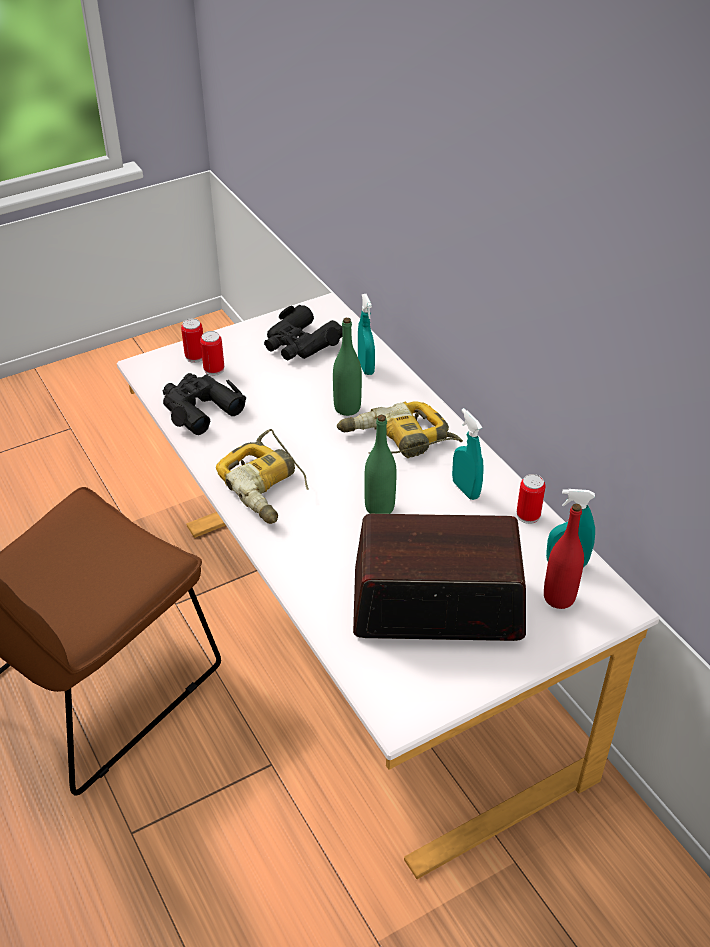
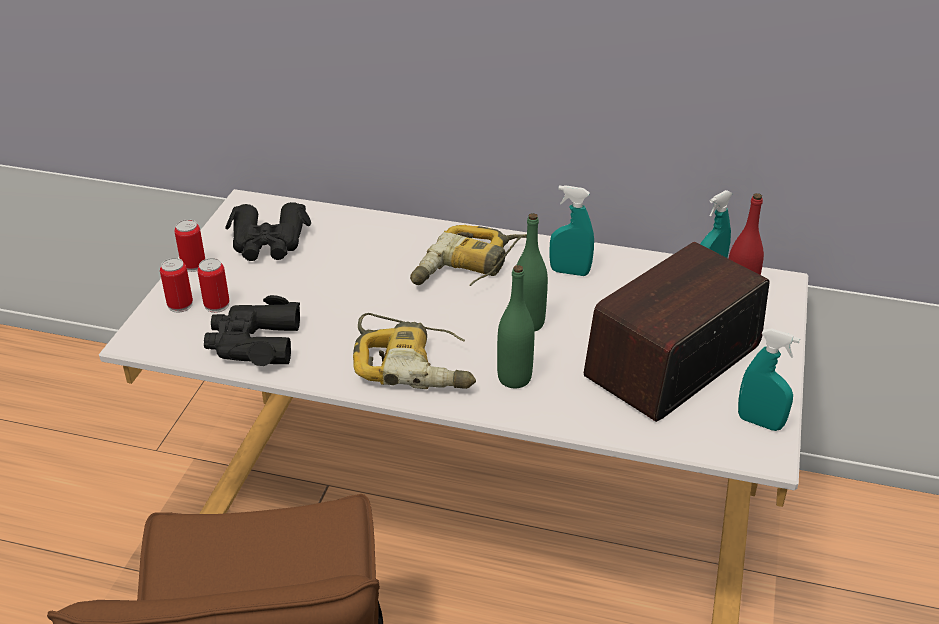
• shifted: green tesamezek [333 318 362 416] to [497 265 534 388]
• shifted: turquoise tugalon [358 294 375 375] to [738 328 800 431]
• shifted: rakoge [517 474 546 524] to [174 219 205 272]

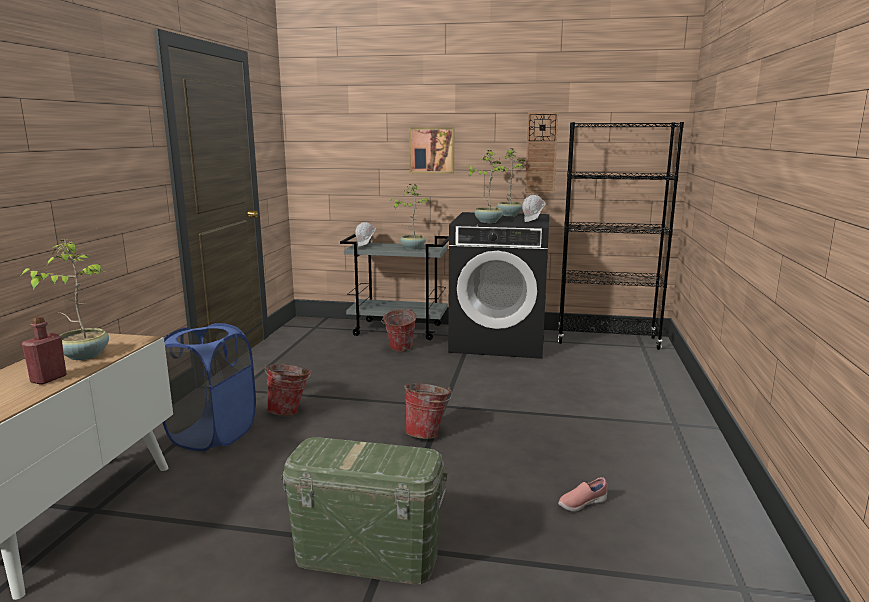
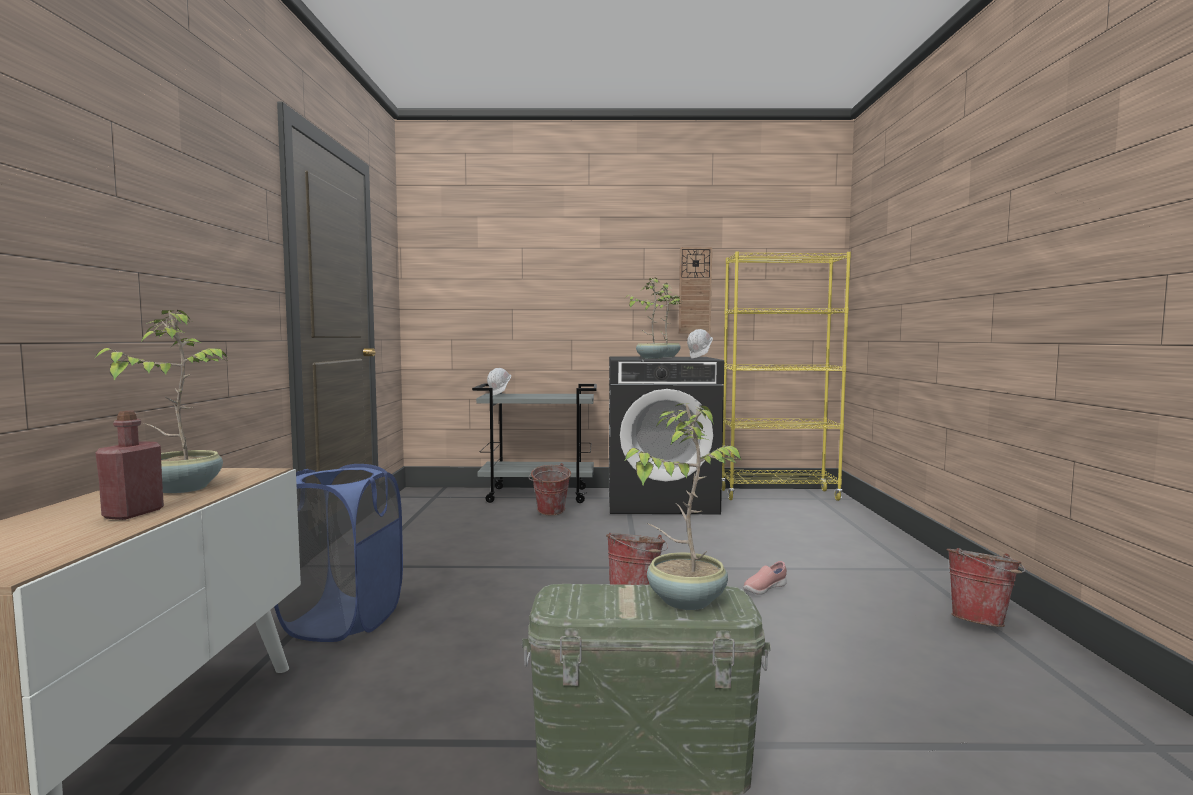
• gone: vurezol [409 127 454 174]
• shifted: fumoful [265 364 311 416] to [947 548 1025 627]
• shifted: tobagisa [391 184 429 250] to [625 403 741 610]
• shifted: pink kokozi [558 477 608 512] to [743 561 787 595]
• repainted: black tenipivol [558 122 684 350] to yellow tenipivol [722 252 851 501]

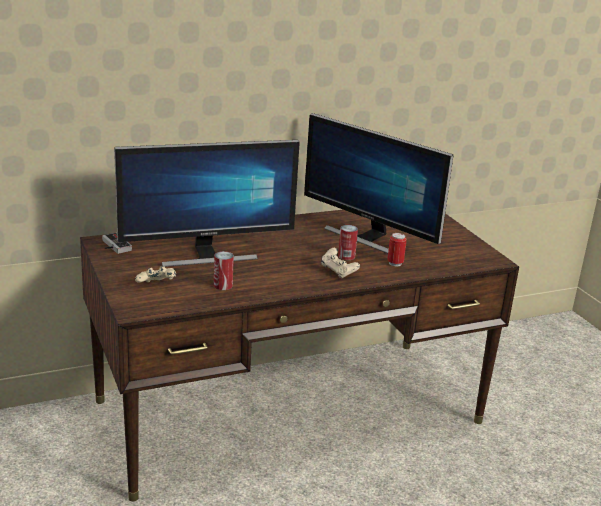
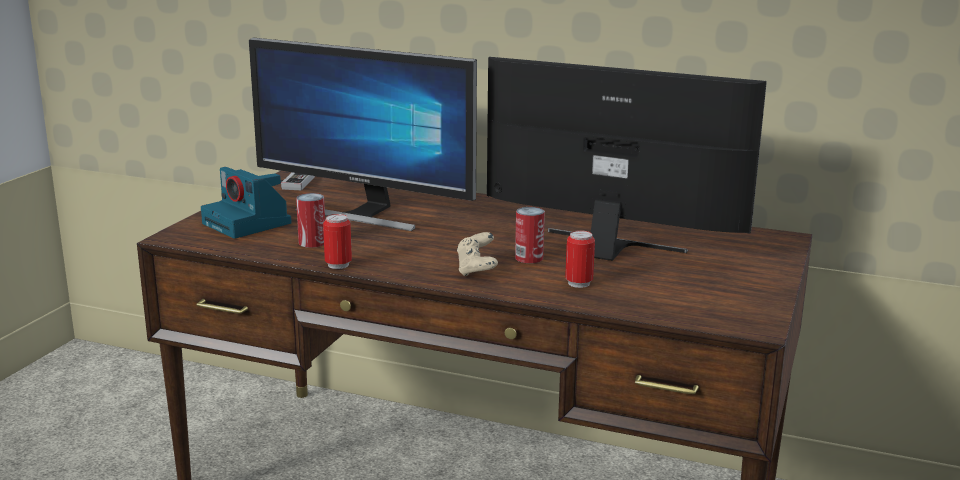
• new: rakoge [323 214 352 269]
• swapped: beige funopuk [135 266 176 283] to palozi [201 167 292 239]
• rotated: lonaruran [304 113 454 253] = [487 57 767 261] 120 degrees clockwise

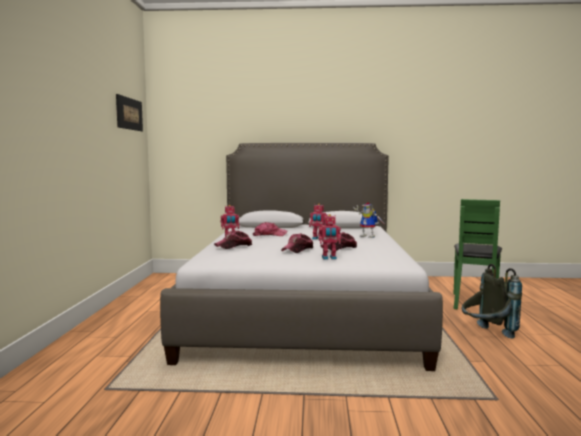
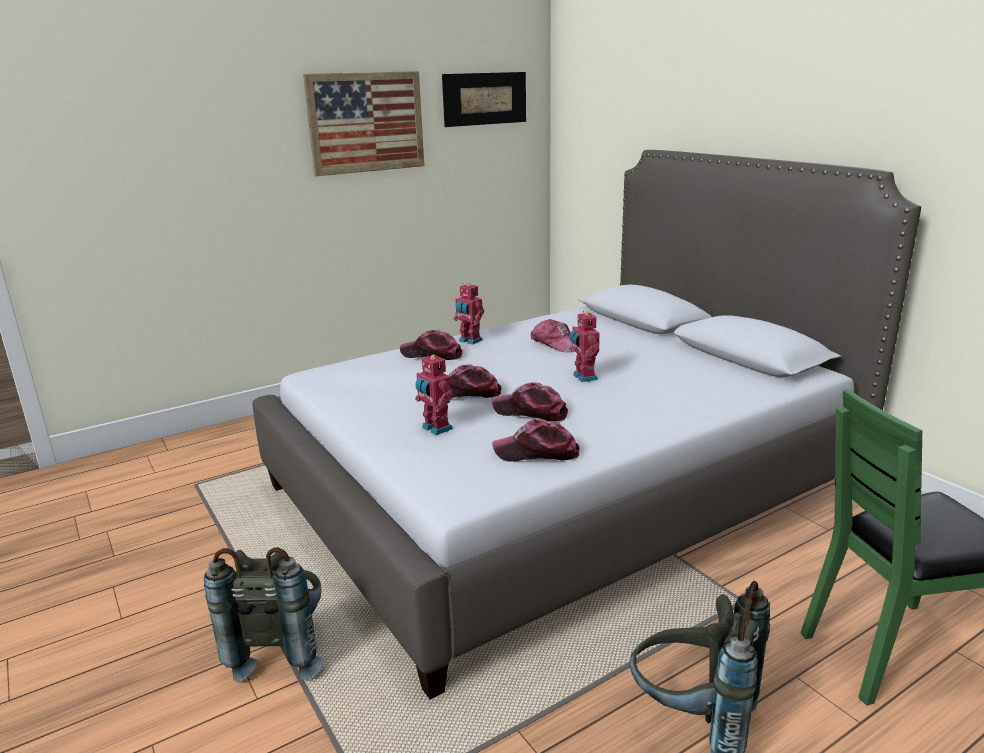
• gone: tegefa [353 203 384 238]
• new: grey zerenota [204 548 324 681]
• new: vurezol [303 71 424 176]
• new: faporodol [492 419 579 462]

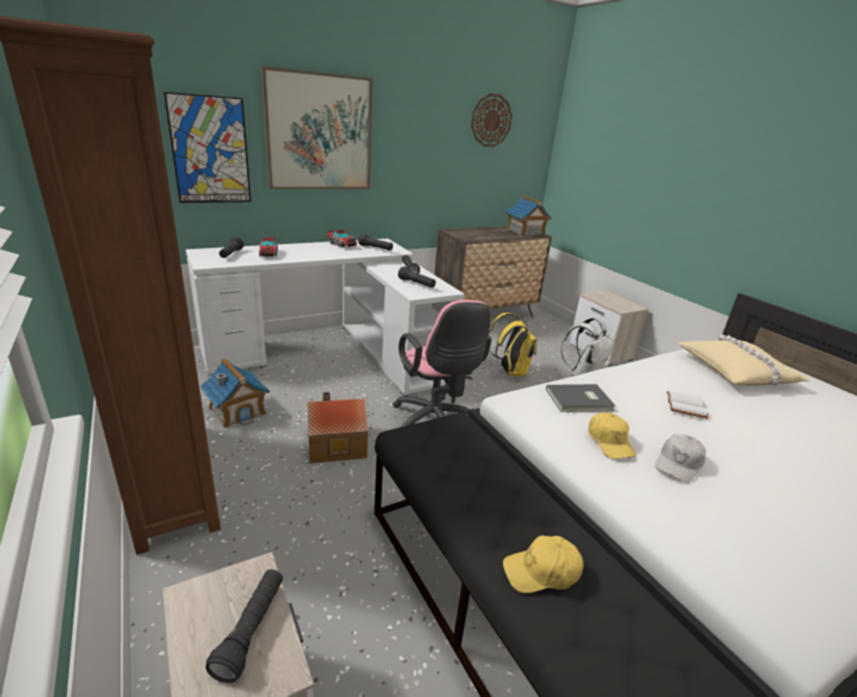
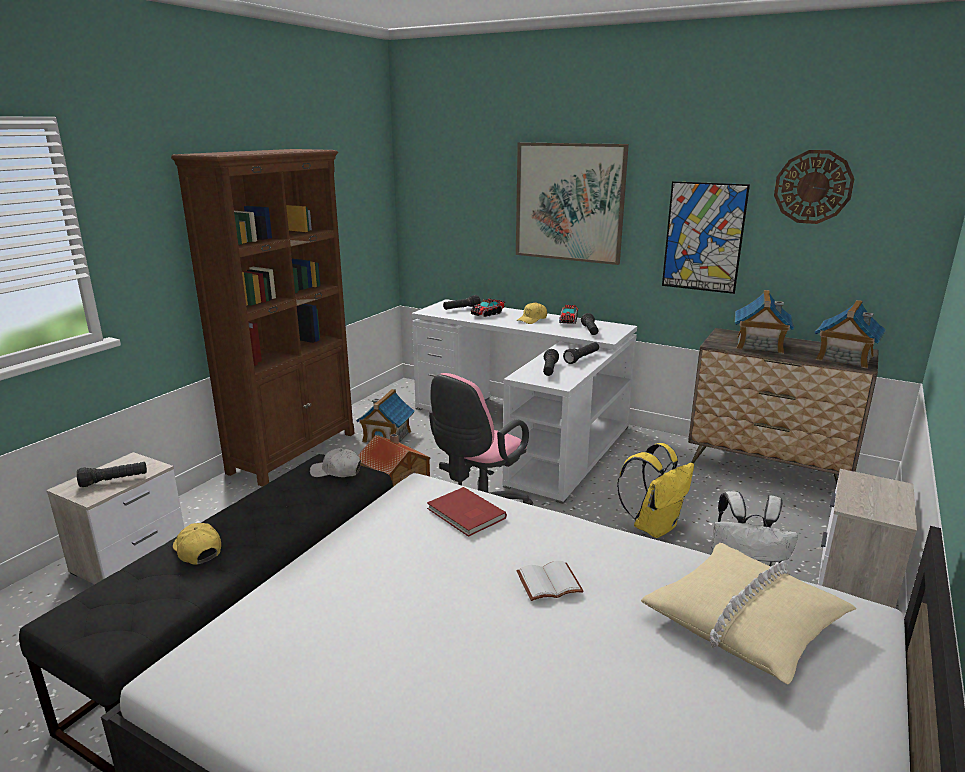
• new: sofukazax [735 290 795 354]
• shifted: vurezol [164 92 251 203] to [662 181 750 294]
• shifted: yellow faporodol [589 413 636 459] to [516 302 547 324]
• shifted: white faporodol [655 434 706 483] to [310 448 361 477]
• repainted: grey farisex [546 384 616 412] to red farisex [427 487 507 537]

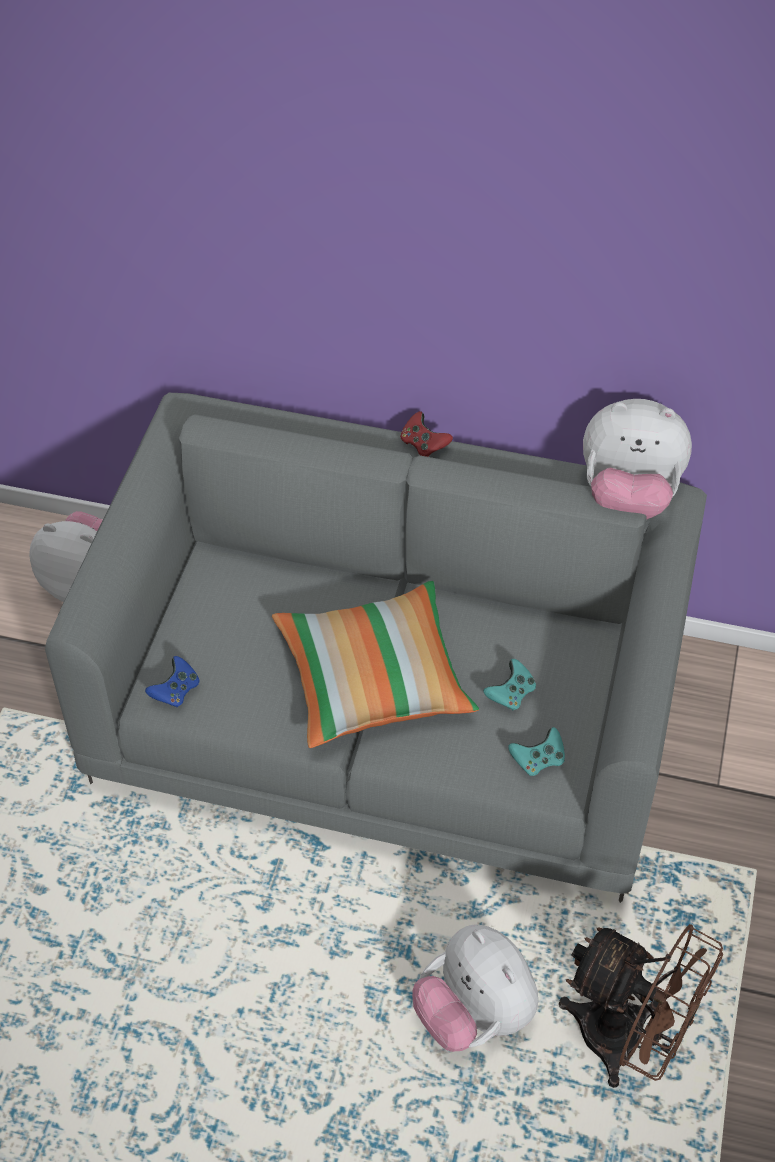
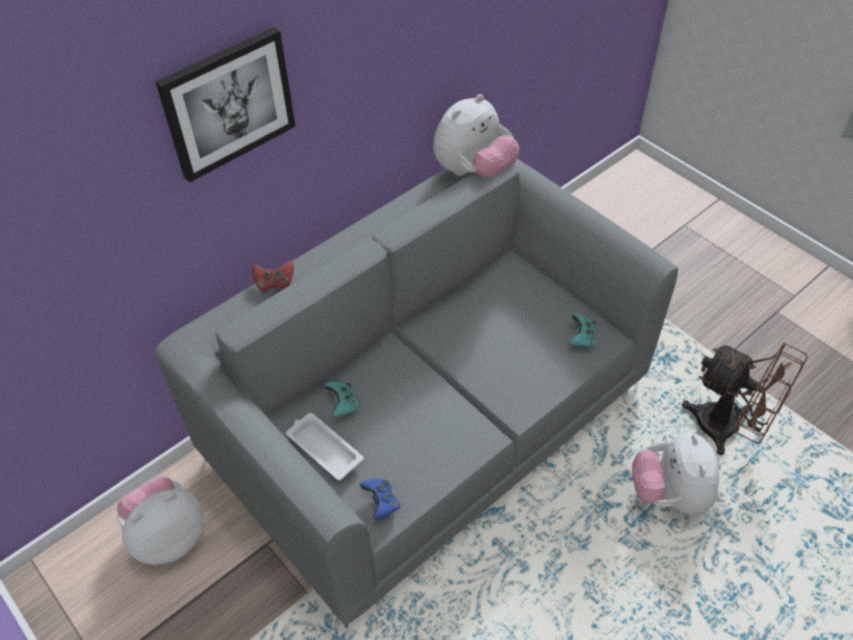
• gone: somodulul [272 581 479 748]
• new: vurezol [156 27 296 183]
• new: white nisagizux [286 413 364 481]
• shifted: red funopuk [400 411 453 457] to [252 261 294 292]
• shifted: turquoise funopuk [483 659 536 711] to [324 382 359 417]
• rotated: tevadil [412 924 538 1052] = [632 433 719 514] 90 degrees clockwise
• rotated: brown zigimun [559 924 723 1088] = [682 342 808 455] 60 degrees clockwise

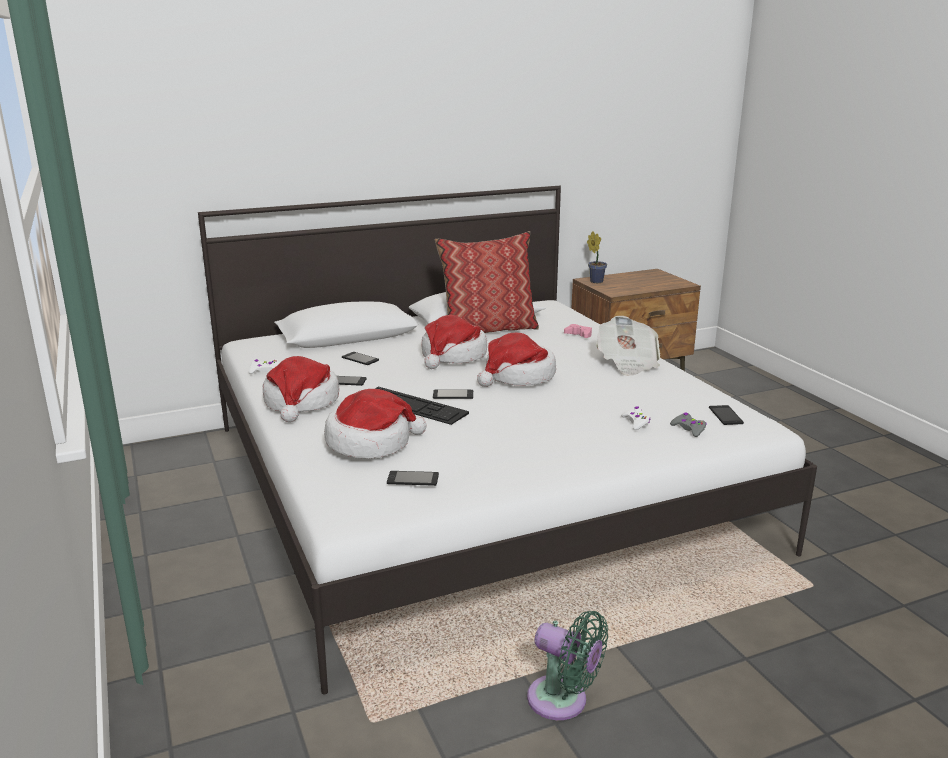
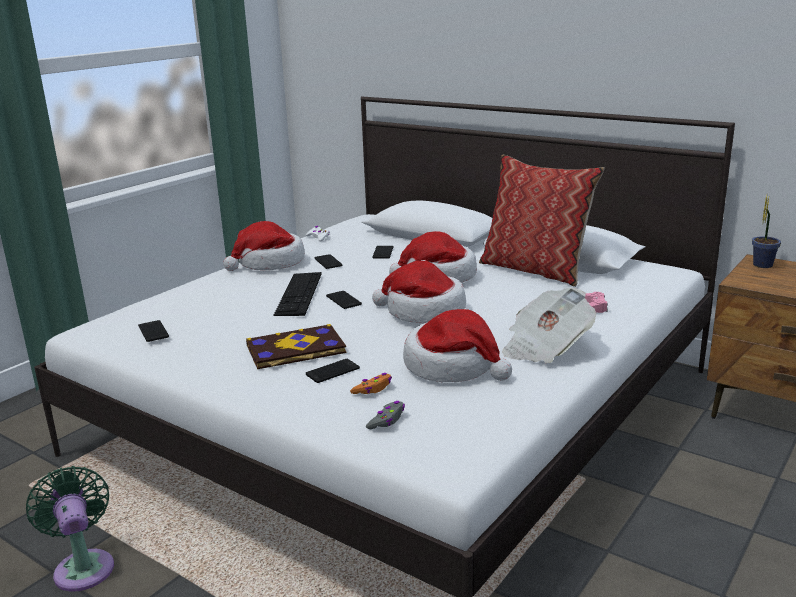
• new: farisex [246 324 347 369]
• shifted: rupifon [324 389 426 459] to [403 309 512 382]
• shifted: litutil [709 405 744 425] to [306 359 360 383]
• repainted: white funopuk [621 406 650 430] to orange funopuk [350 373 392 394]
• rotated: green zigimun [527 611 608 720] = [26 466 114 592] 150 degrees clockwise

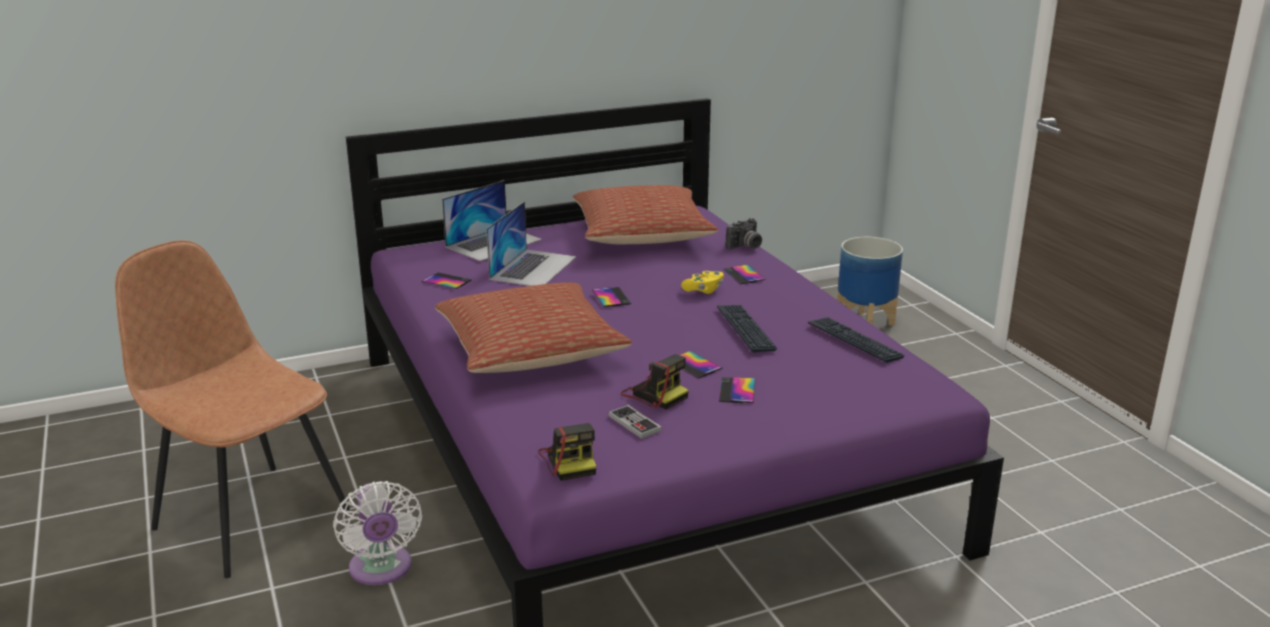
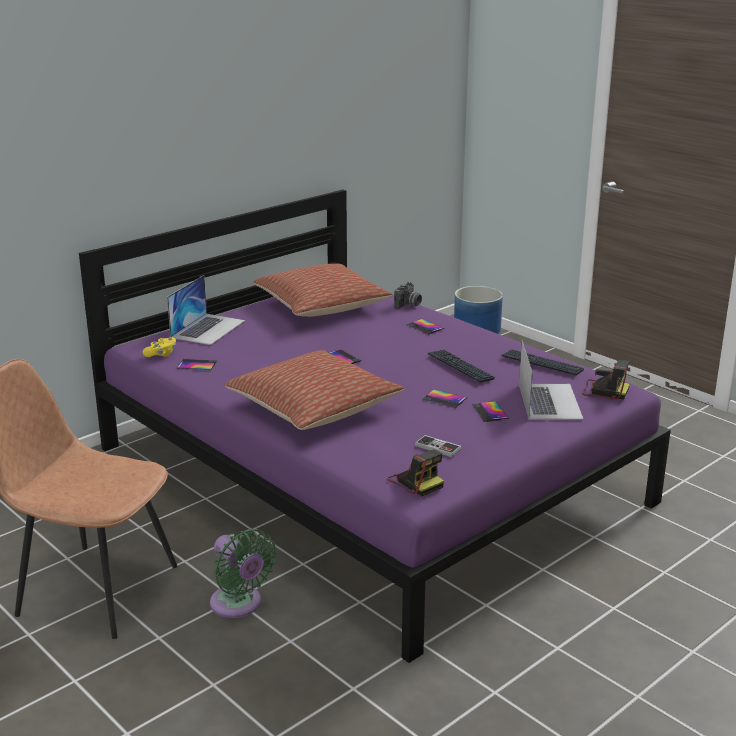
• shifted: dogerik [486 201 576 286] to [519 340 583 420]
• shifted: palozi [621 354 689 409] to [582 360 630 400]
• shifted: yellow funopuk [681 271 724 294] to [142 337 176 357]
• repainted: white zigimun [333 481 422 585] to green zigimun [210 529 277 618]

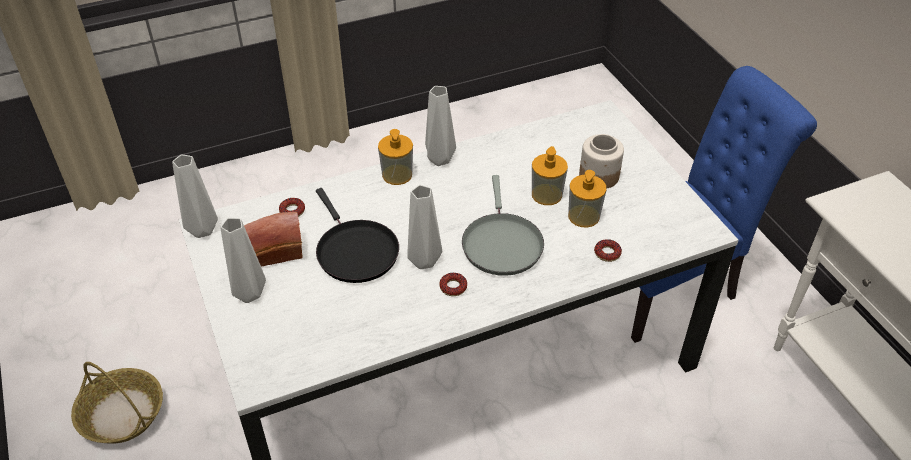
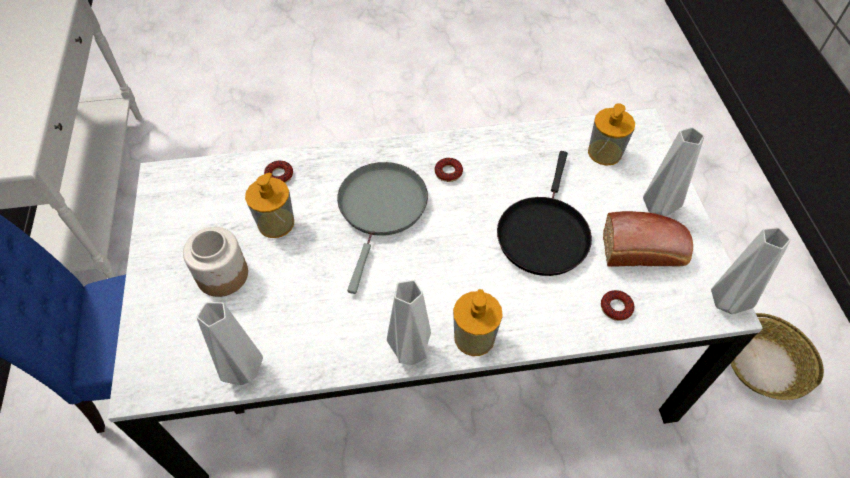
• shifted: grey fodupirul [407 185 442 269] to [197 302 263 385]
• shifted: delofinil [532 146 568 205] to [588 103 635 166]
• rotated: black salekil [316 188 399 283] = [497 151 592 276] 150 degrees counterclockwise

